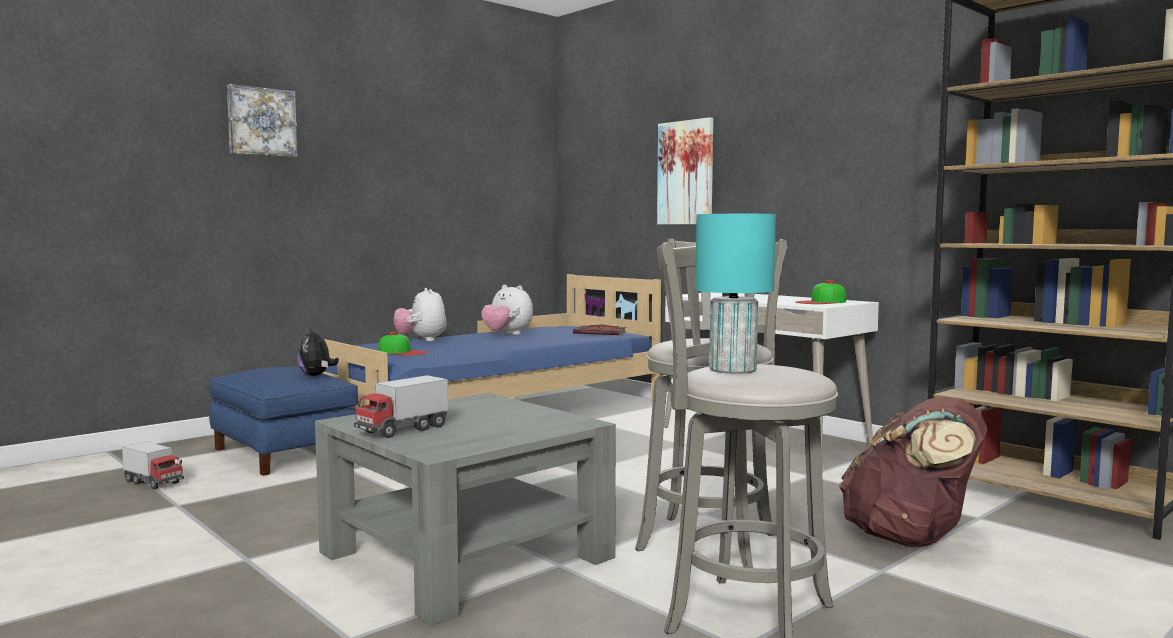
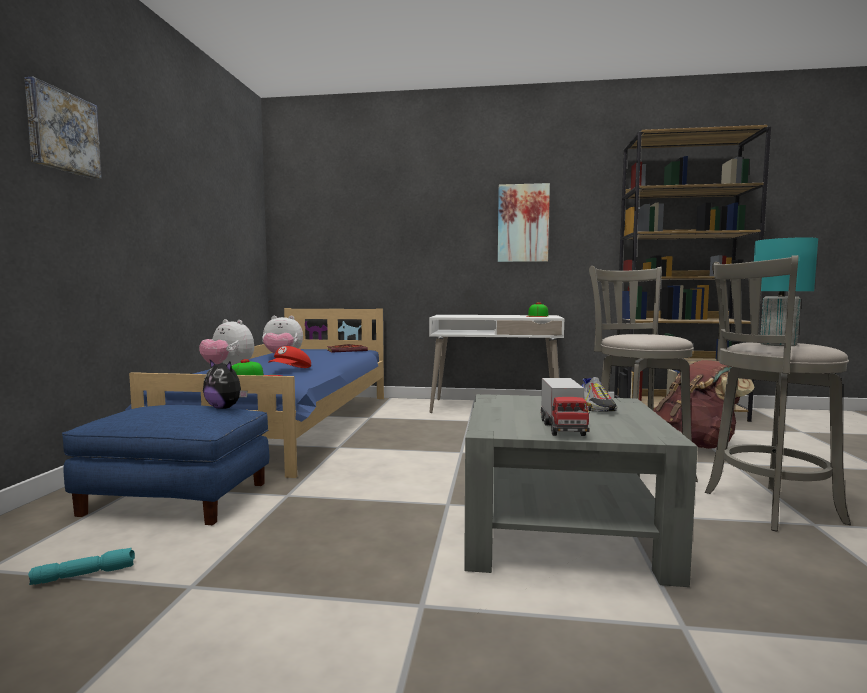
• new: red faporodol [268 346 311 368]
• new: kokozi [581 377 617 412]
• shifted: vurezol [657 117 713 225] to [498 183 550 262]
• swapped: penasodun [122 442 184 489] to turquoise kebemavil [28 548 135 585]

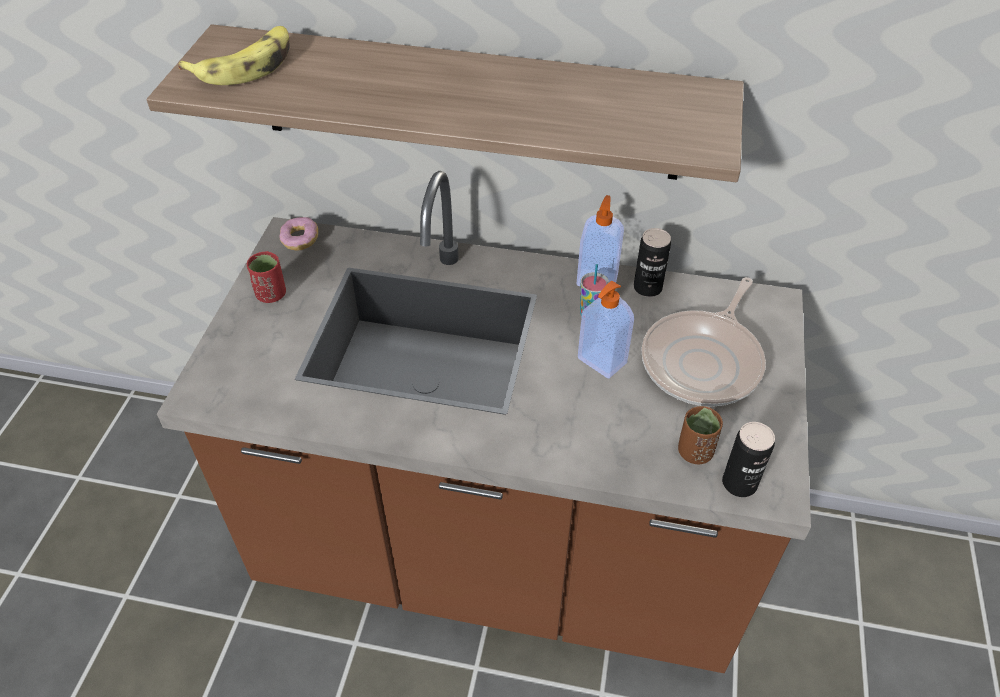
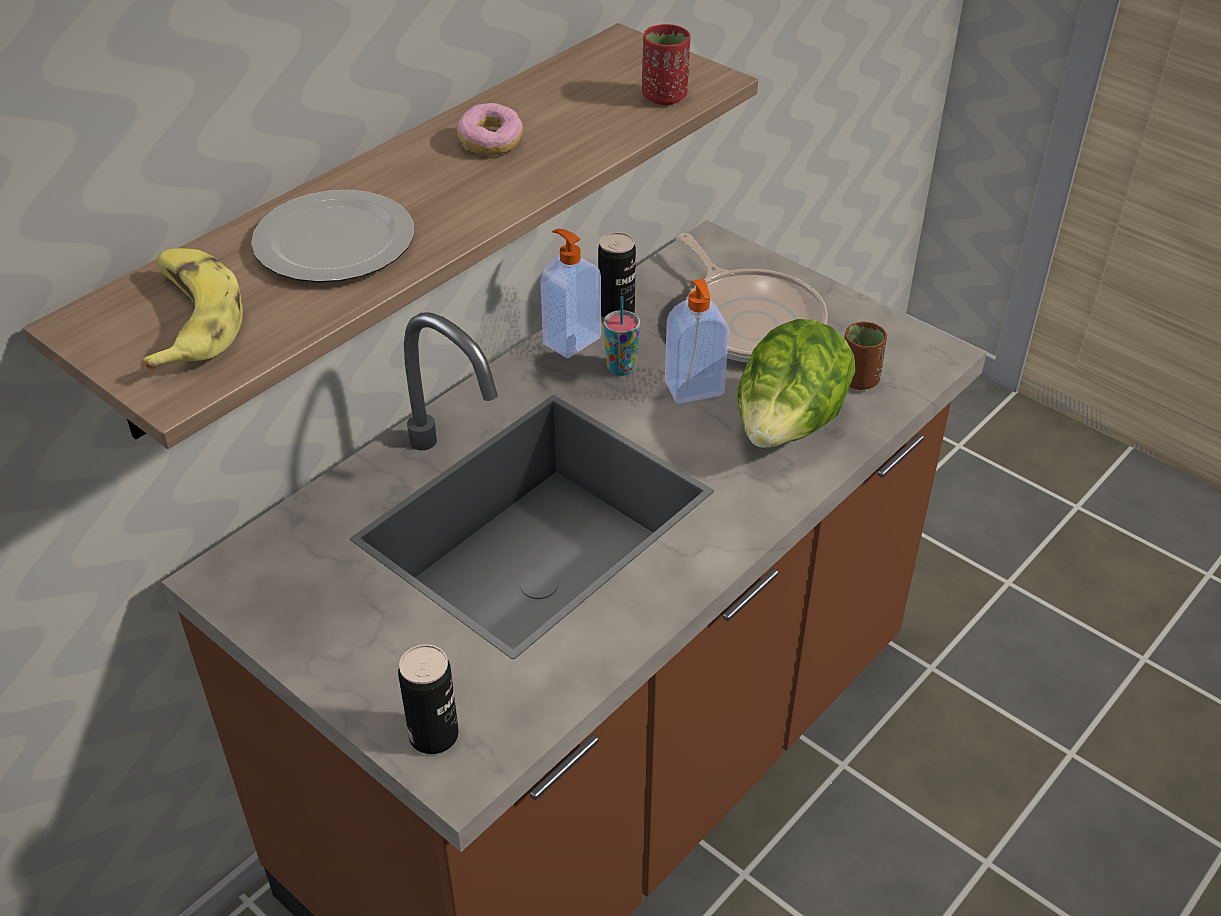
• new: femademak [251 190 414 283]
• new: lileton [737 319 856 448]
• shifted: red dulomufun [247 251 286 303] to [642 24 691 105]
• shifted: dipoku [279 217 318 251] to [457 103 523 156]
• shifted: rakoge [722 422 775 497] to [398 644 459 754]

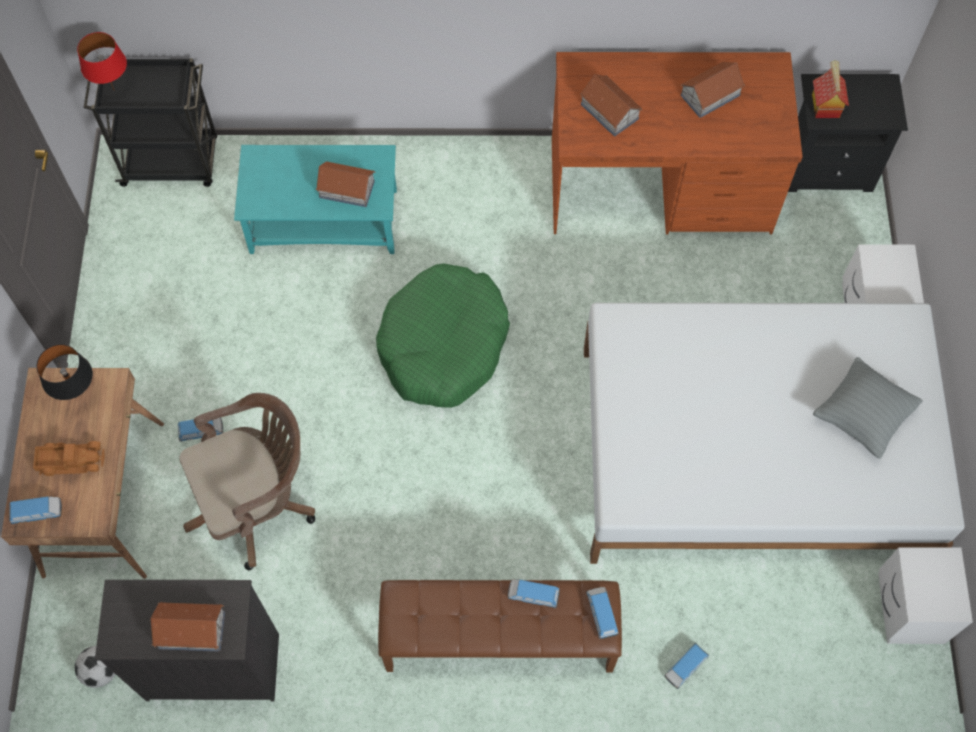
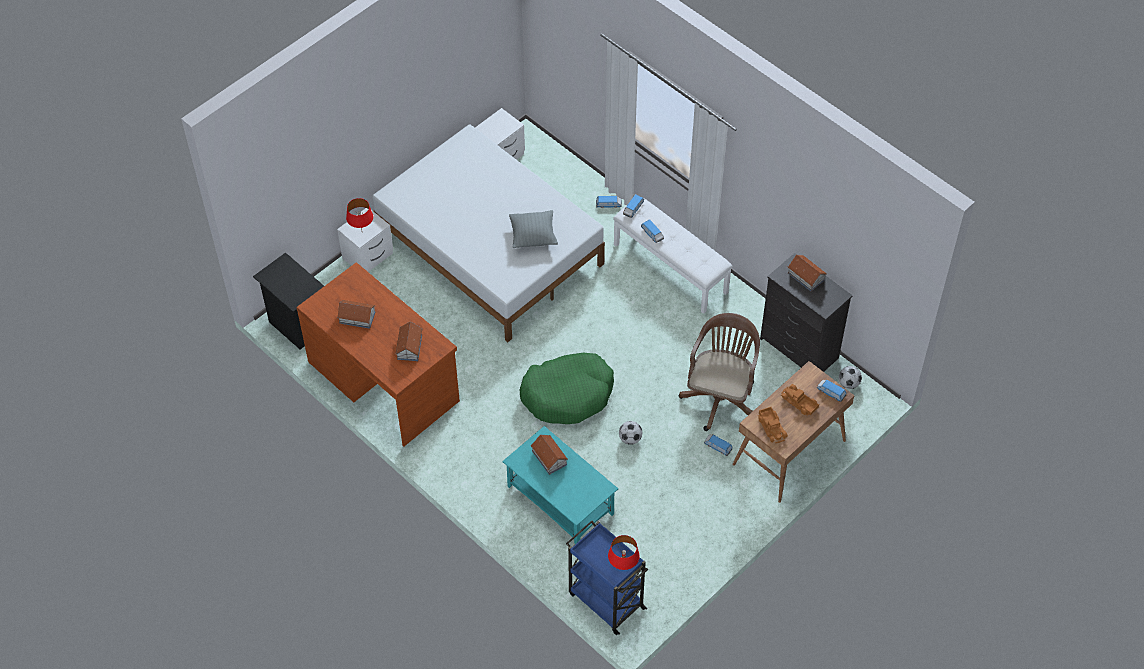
• gone: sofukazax [812 60 849 118]
• new: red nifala [346 198 373 229]
• new: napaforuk [619 421 642 445]
• shifted: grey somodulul [813 357 923 459] to [509 210 558 248]
• swapped: black nifala [37 344 93 400] to penasodun [758 407 788 443]
• repainted: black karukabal [84 58 217 187] to blue karukabal [566 521 648 635]
• repainted: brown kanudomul [378 580 622 672] to white kanudomul [613 199 733 314]
• rotated: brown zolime [179 393 315 571] = [679 313 760 431] 90 degrees clockwise

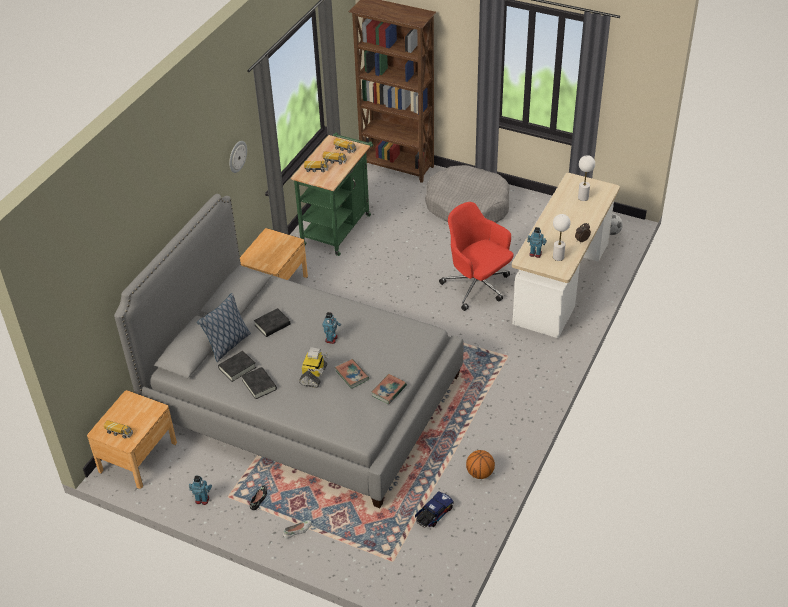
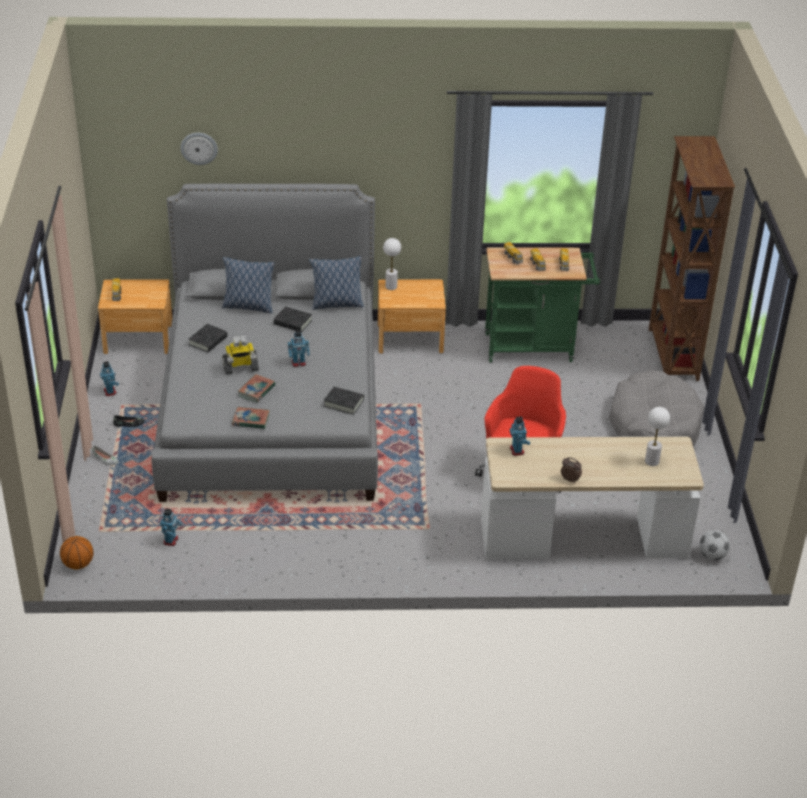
• new: somodulul [309 256 364 310]
• shifted: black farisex [218 351 256 382] to [324 387 364 415]
• shifted: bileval [229 141 247 173] to [181 133 218 165]
• shifted: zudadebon [466 450 495 479] to [60 536 93 569]
• shifted: white nifala [553 214 571 261] to [383 238 401 290]
• swapped: penasodun [415 491 454 528] to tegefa [160 508 182 546]

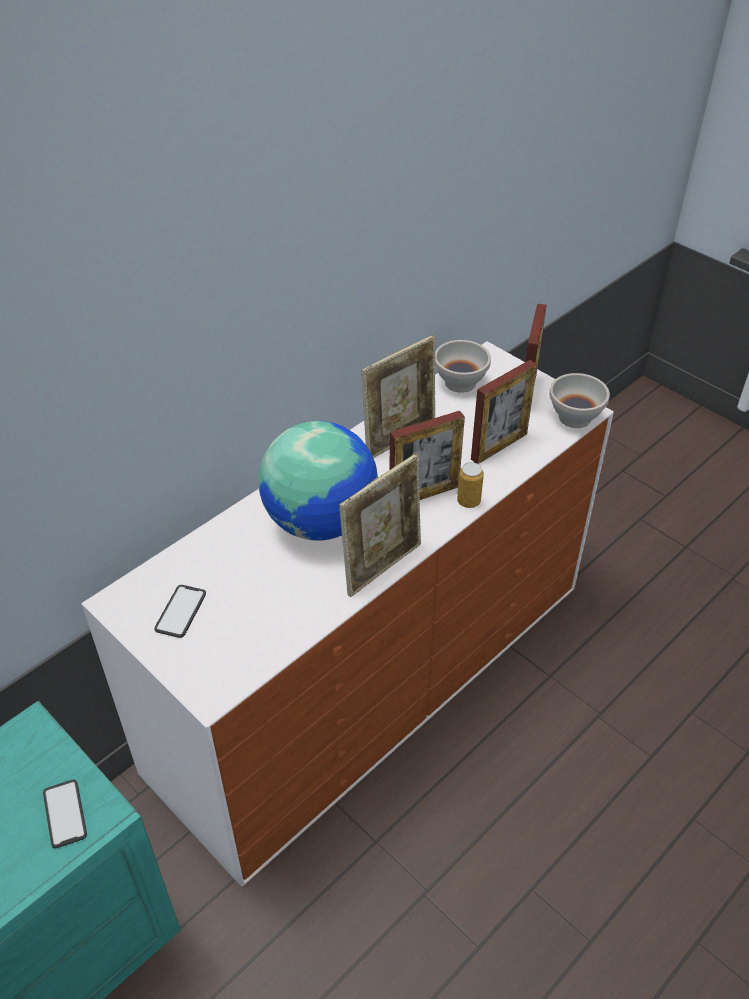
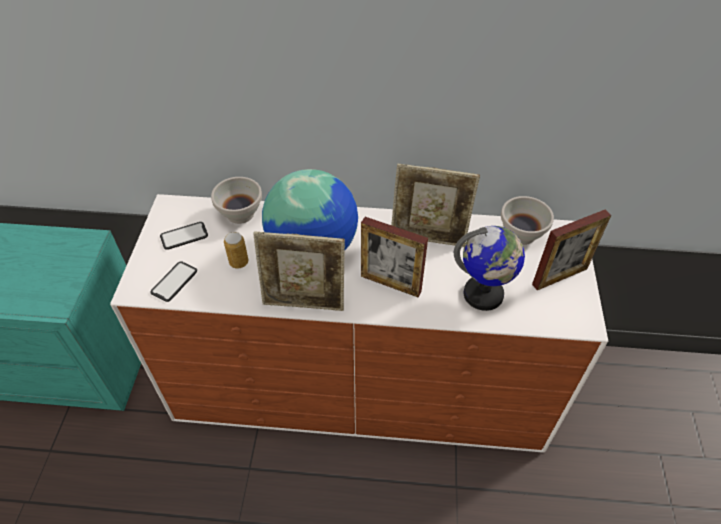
• shifted: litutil [43 780 87 849] to [150 261 197 302]
• shifted: rakoge [457 462 484 508] to [224 232 248 269]
• shifted: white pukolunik [549 373 610 428] to [211 177 262 224]
• swapped: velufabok [471 360 537 464] to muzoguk [454 226 525 311]

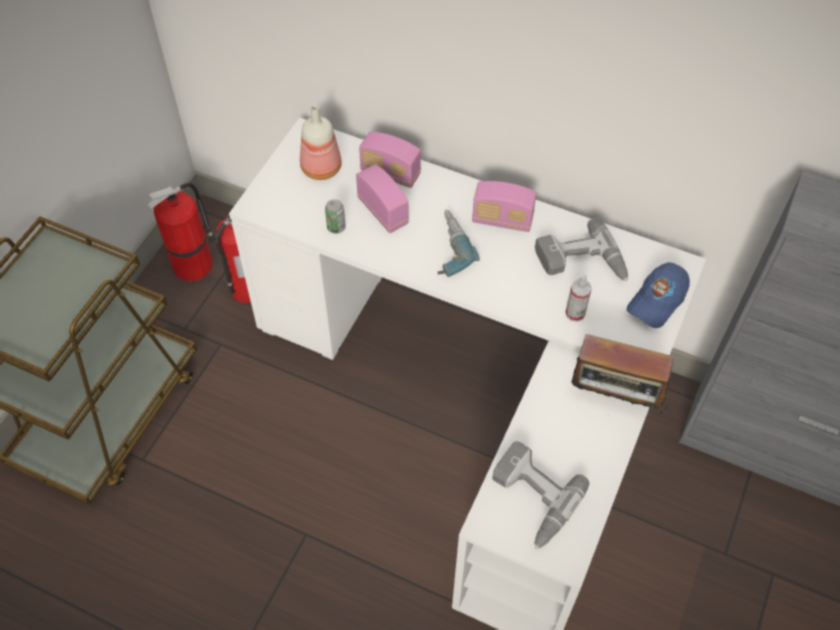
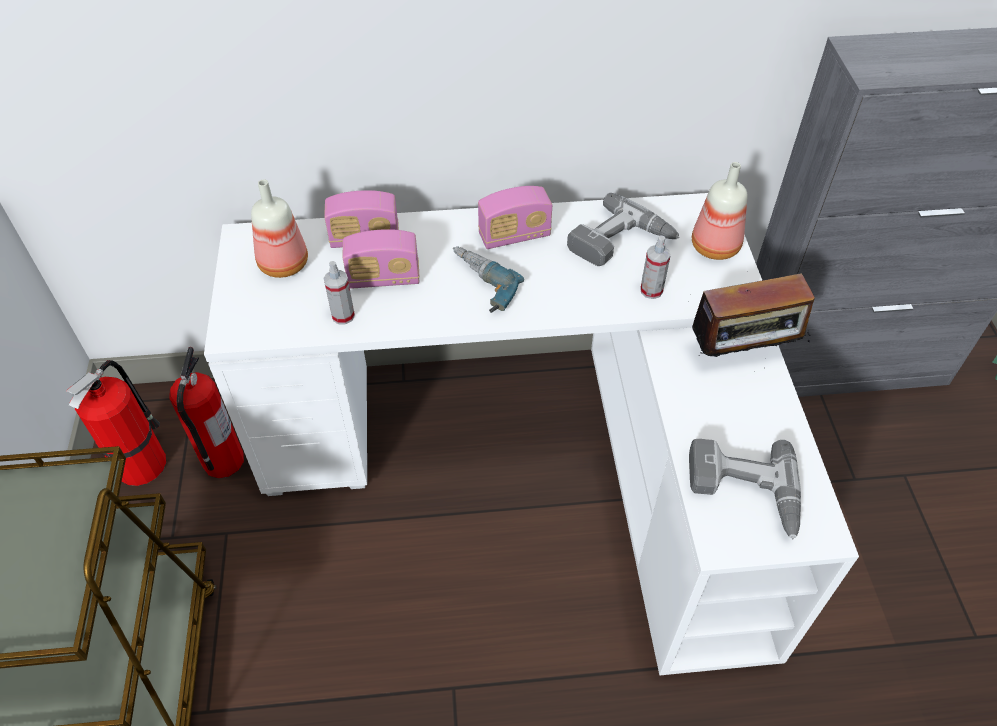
• swapped: rakoge [325 199 346 234] to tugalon [323 261 355 324]
• swapped: blue faporodol [626 262 690 328] to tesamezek [692 162 748 260]
• rotated: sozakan [356 164 409 233] = [343 229 419 289] 150 degrees clockwise

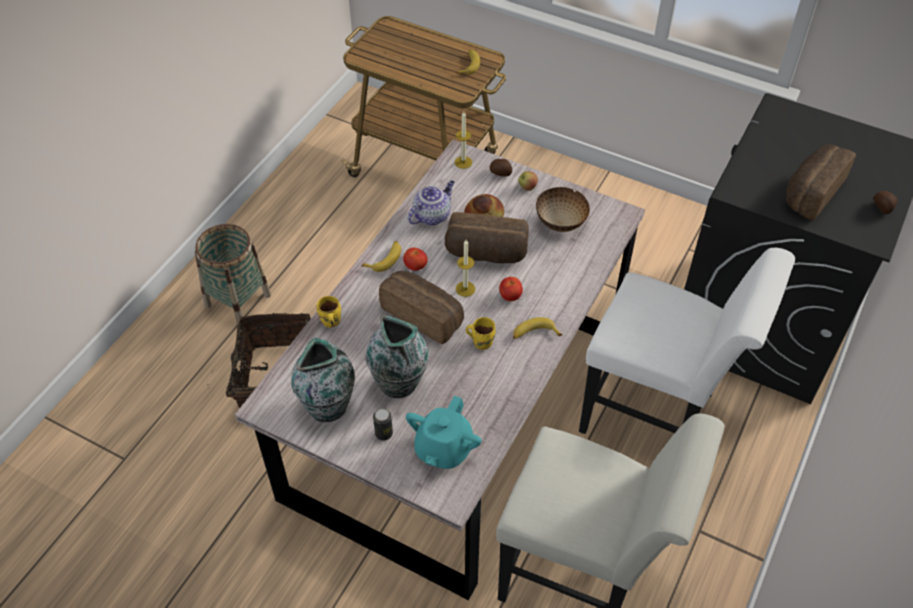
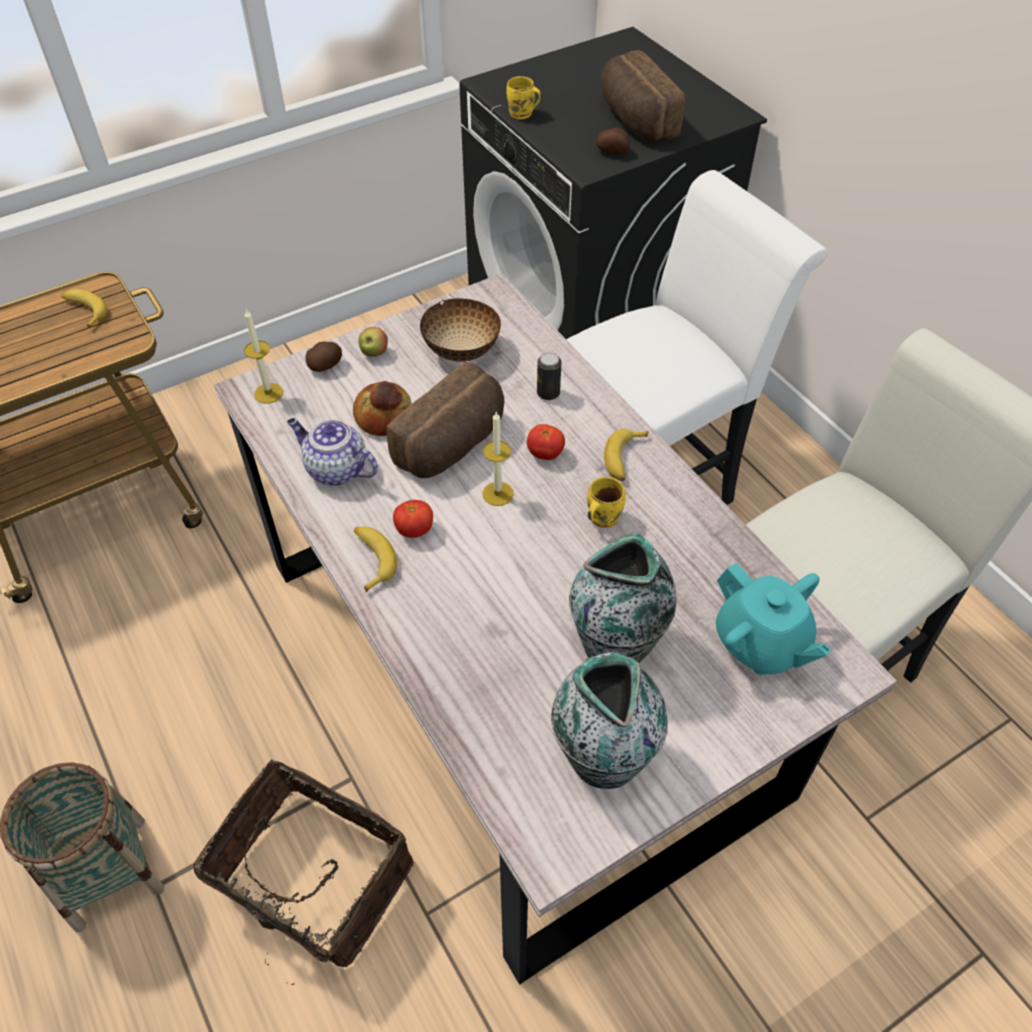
• gone: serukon [379 271 464 344]
• shifted: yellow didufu [317 296 341 328] to [507 76 542 120]
• shifted: rakoge [373 409 393 441] to [537 353 562 400]
• shifted: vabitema [874 191 897 214] to [596 128 630 154]
• rotated: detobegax [408 180 455 226] = [287 418 378 486] 45 degrees counterclockwise

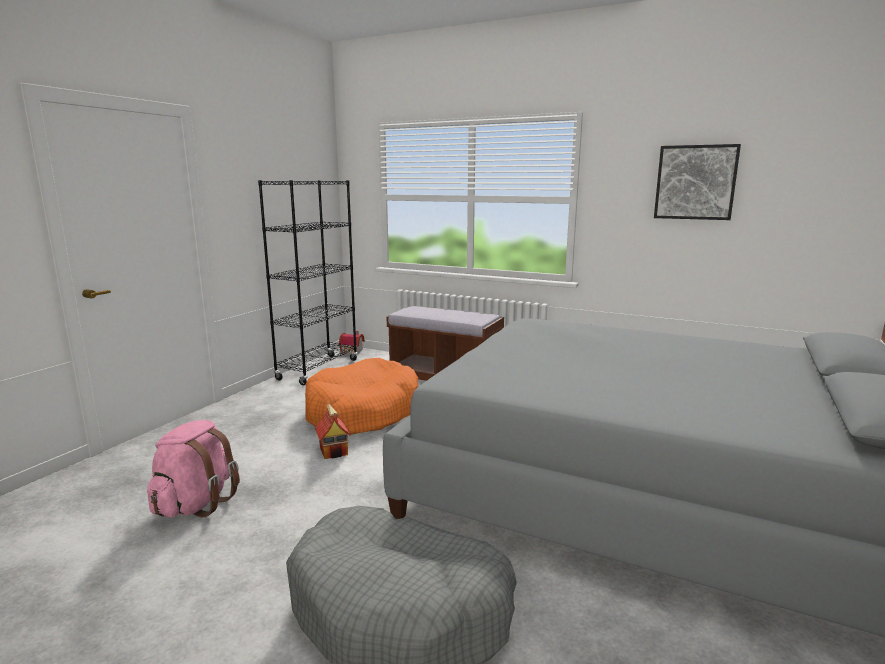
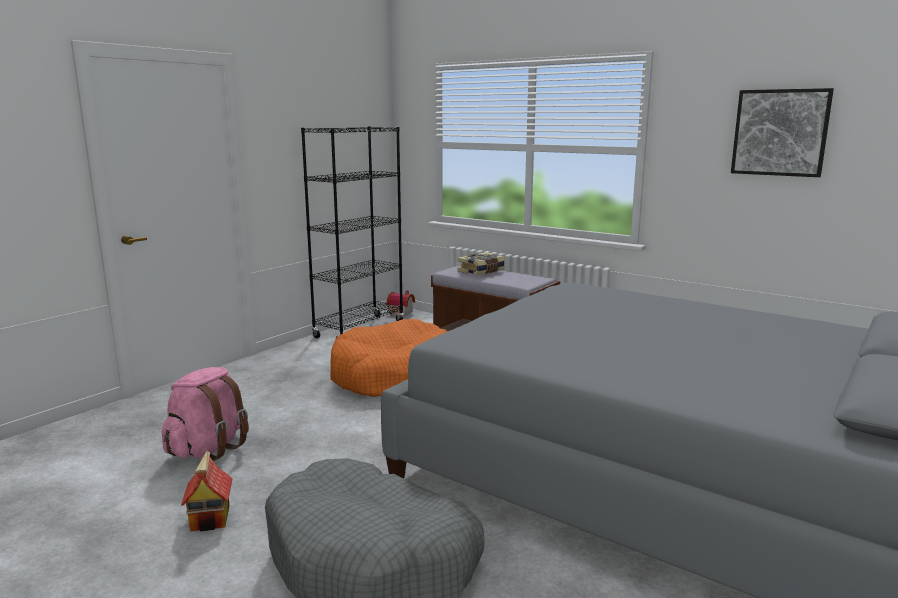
• new: farisex [458 252 505 276]
• shifted: sofukazax [315 404 351 459] to [181 450 232 531]

